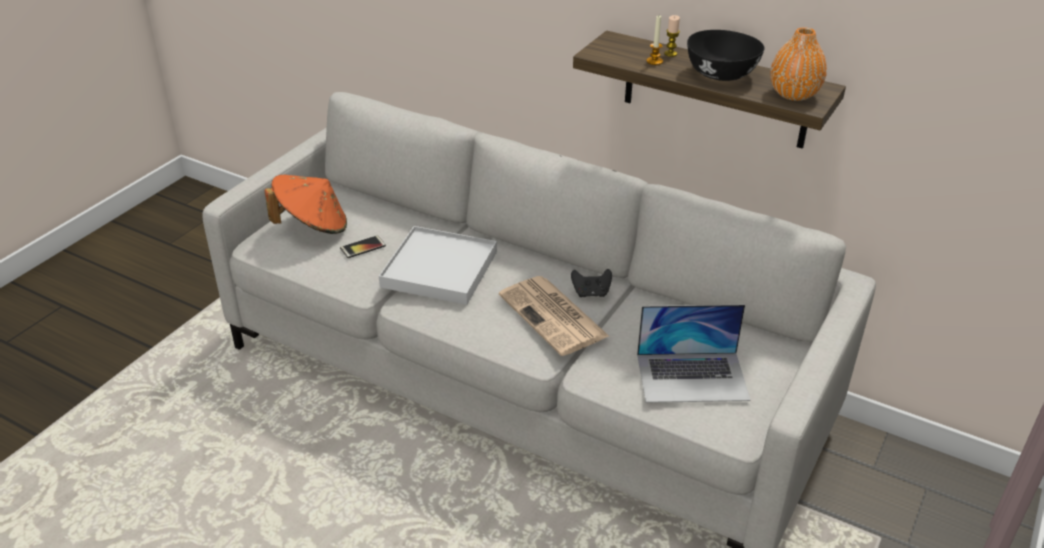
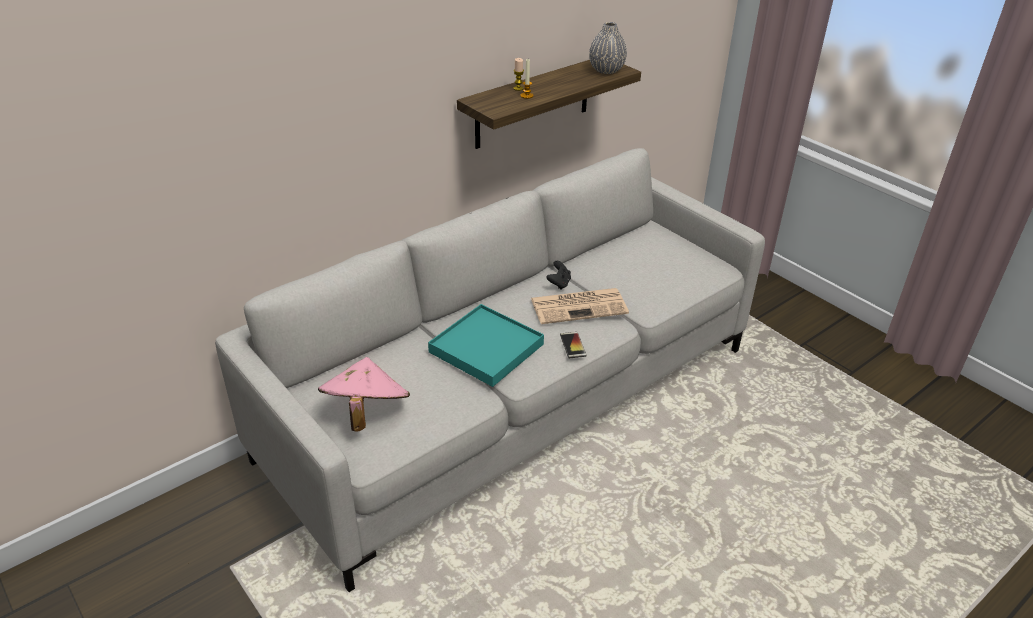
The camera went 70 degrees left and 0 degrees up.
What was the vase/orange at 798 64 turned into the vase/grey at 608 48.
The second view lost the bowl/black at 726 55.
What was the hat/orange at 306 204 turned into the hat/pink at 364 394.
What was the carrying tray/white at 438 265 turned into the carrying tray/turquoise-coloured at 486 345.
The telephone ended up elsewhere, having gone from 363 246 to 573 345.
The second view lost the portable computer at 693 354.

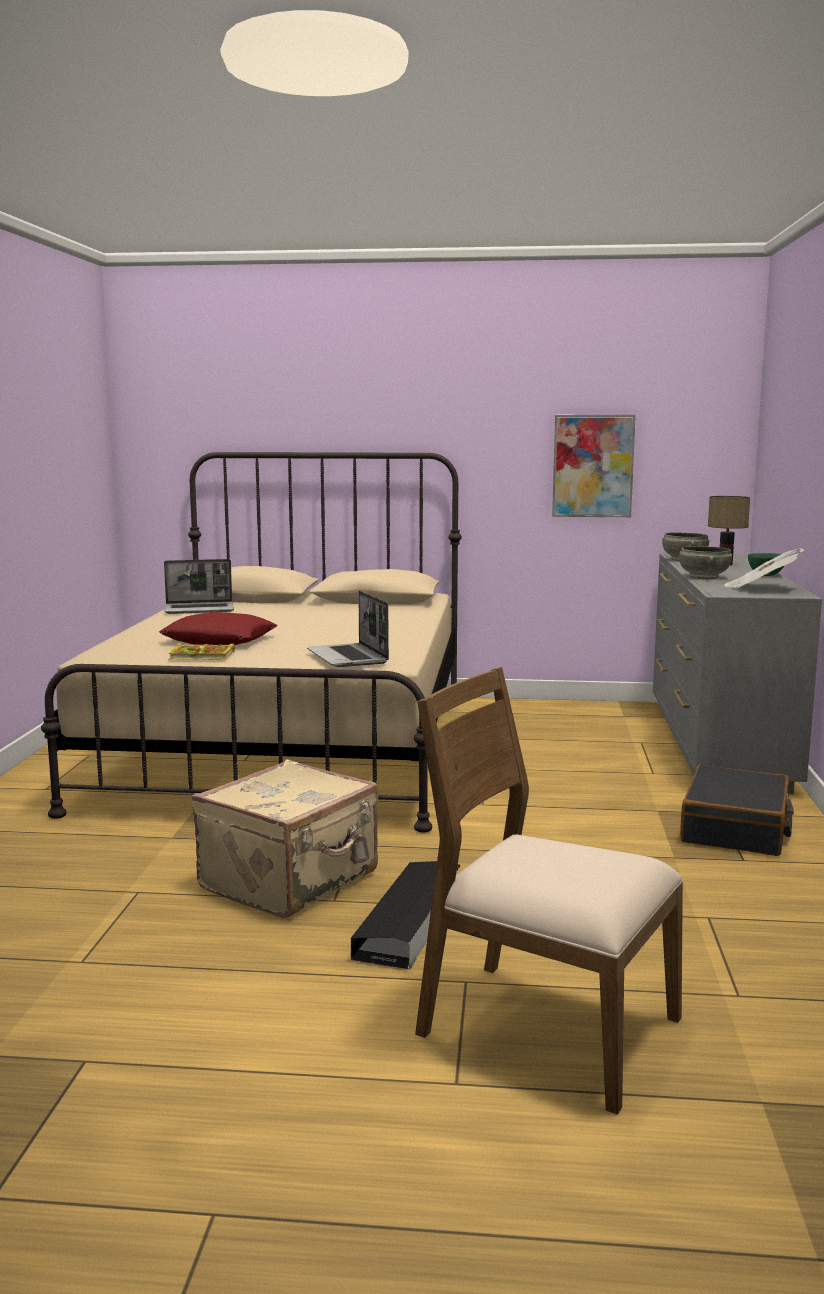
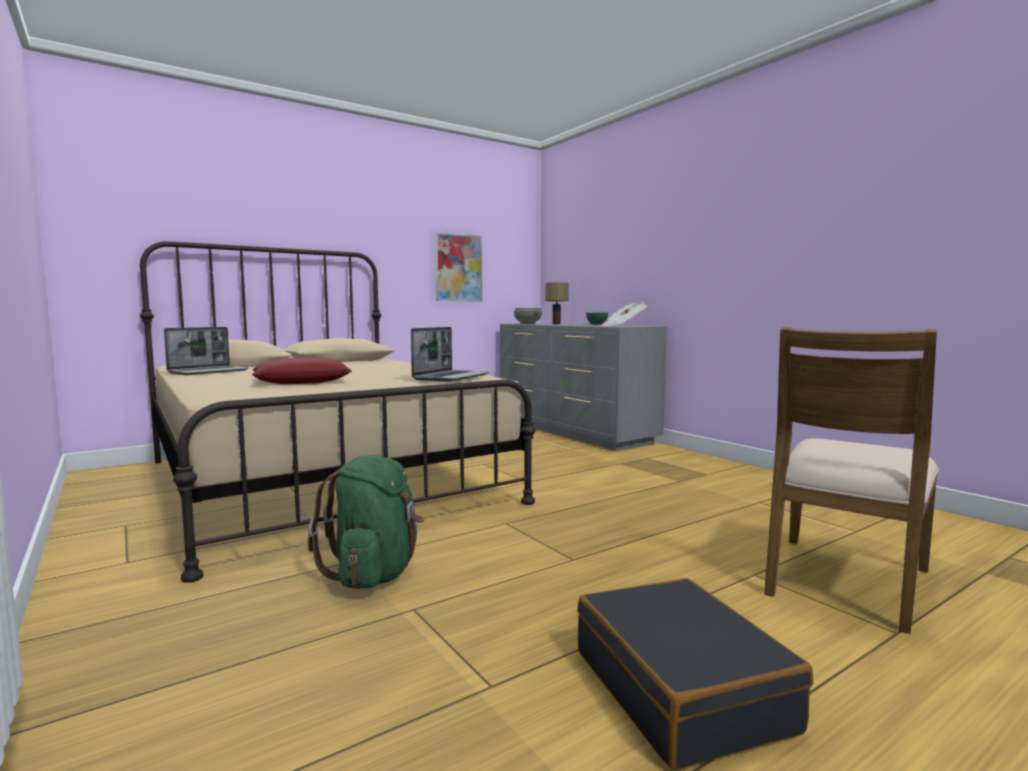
The camera went 40 degrees left and 5 degrees down.
The second view lost the bowl/grey at 705 562.
The portable computer at 348 629 ended up facing another way, 90 degrees counterclockwise from before.
The second view lost the volume at 202 651.
The chair/brown at 549 891 ended up facing another way, 45 degrees counterclockwise from before.
The second view lost the piece of luggage/beige-coloured at 285 839.
The piece of luggage/black ended up elsewhere, having gone from 737 810 to 695 674.
The second view lost the storage container/black at 406 915.
The second view gained the rucksack/green-coloured at 366 522.

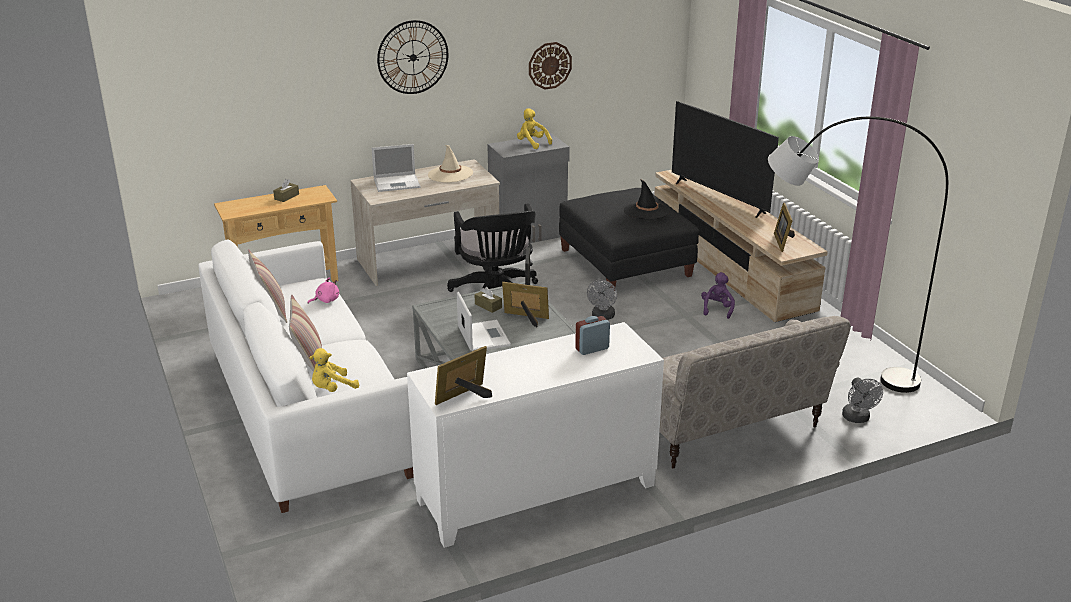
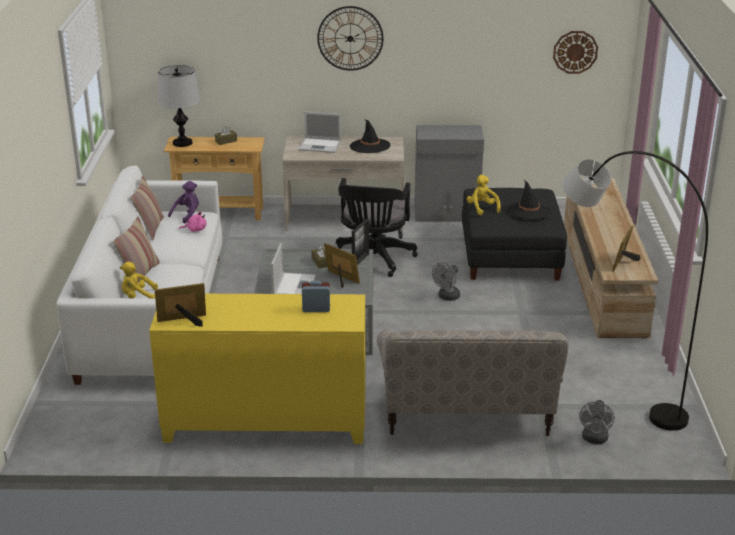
The camera went 25 degrees right and 0 degrees up.
The wall clock ended up elsewhere, having gone from 550 65 to 575 52.
The second view lost the television at 725 159.
The plush toy/yellow-coloured ended up elsewhere, having gone from 534 128 to 484 195.
What was the hat/beige-coloured at 450 164 turned into the hat/black at 370 136.
The plush toy/purplish ended up elsewhere, having gone from 718 295 to 183 202.
What was the cabinet/white at 535 435 turned into the cabinet/yellow-coloured at 257 369.
The second view gained the tabletop lamp at 179 106.

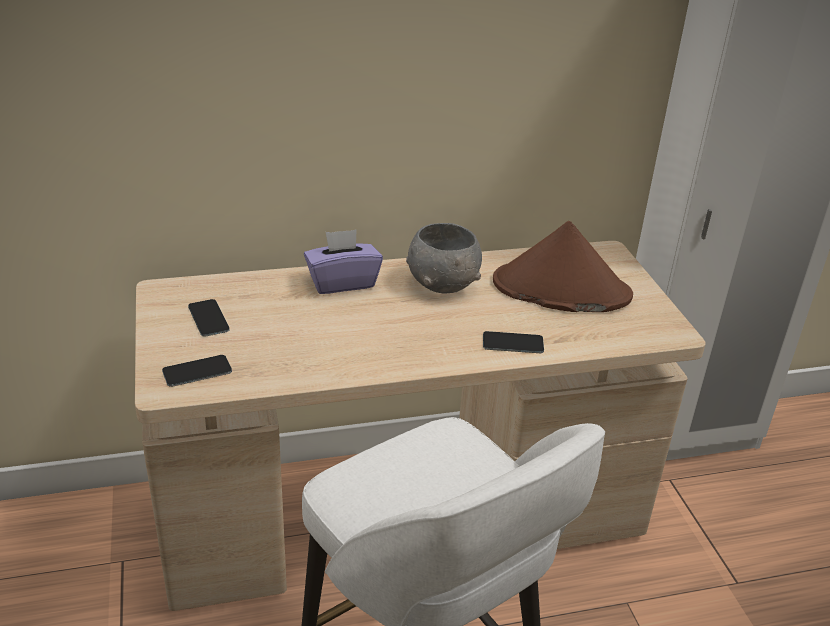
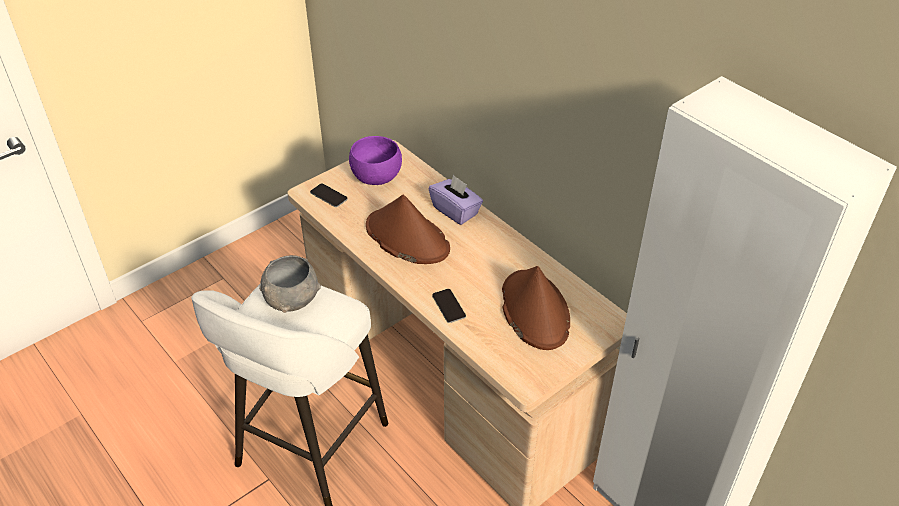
The camera went 65 degrees right and 10 degrees up.
The bowl/grey ended up elsewhere, having gone from 444 258 to 290 284.
Where the telephone stood at 209 318, the bowl/purplish came to stand at 375 160.
The second view gained the hat/brown at 408 229.

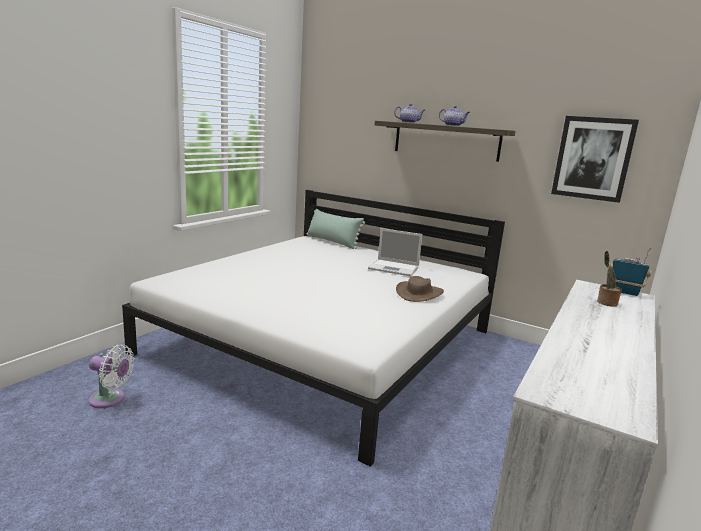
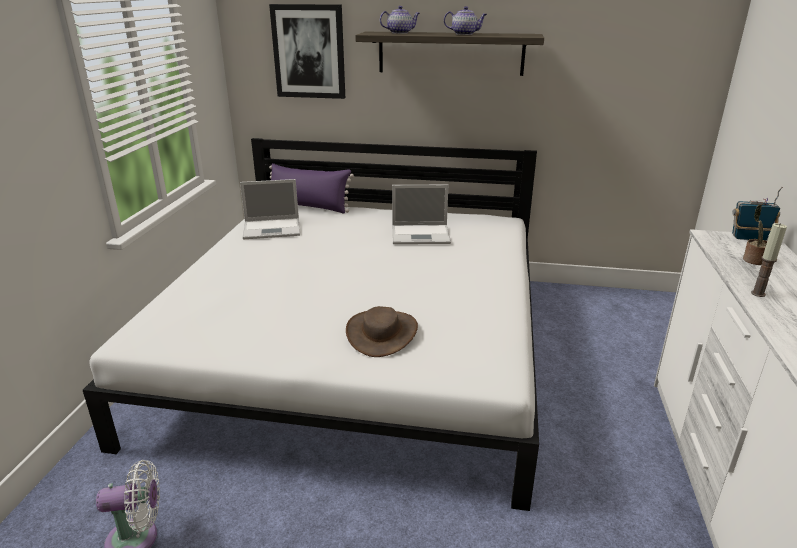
The camera went 20 degrees left and 10 degrees up.
The picture ended up elsewhere, having gone from 595 159 to 307 51.
What was the pillow/green-coloured at 336 229 turned into the pillow/purplish at 311 188.
The hat/brown ended up elsewhere, having gone from 420 289 to 382 331.
The second view gained the portable computer at 270 209.
The second view gained the wax light at 769 260.

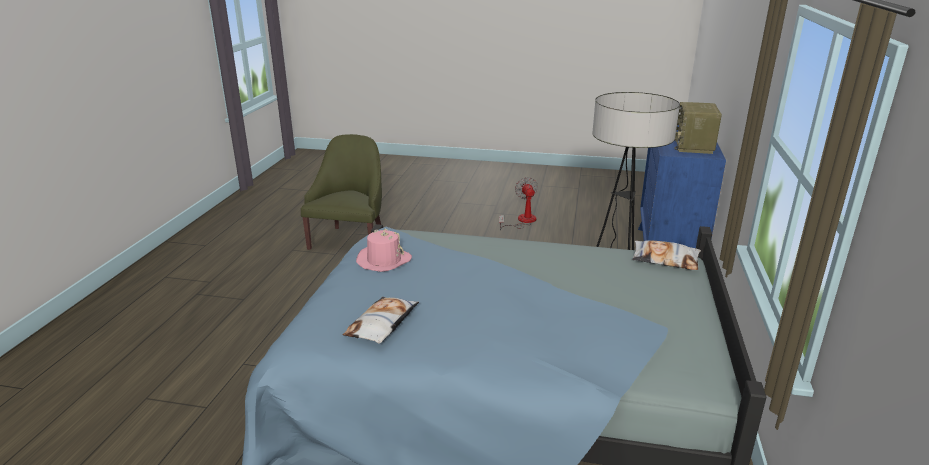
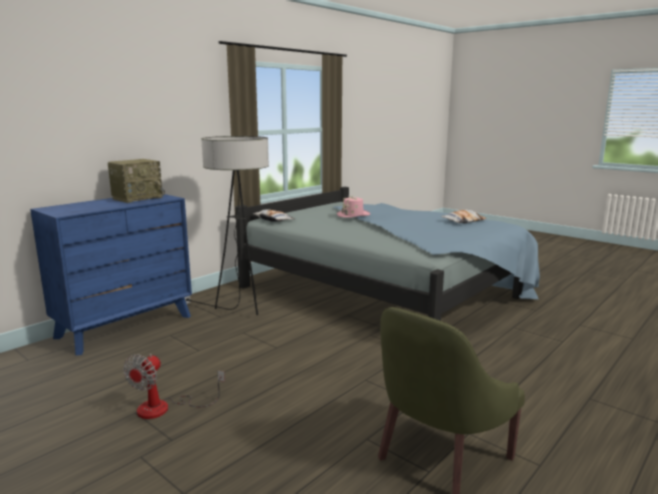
The camera went 150 degrees left and 10 degrees down.
The hat/pink ended up elsewhere, having gone from 384 250 to 353 206.

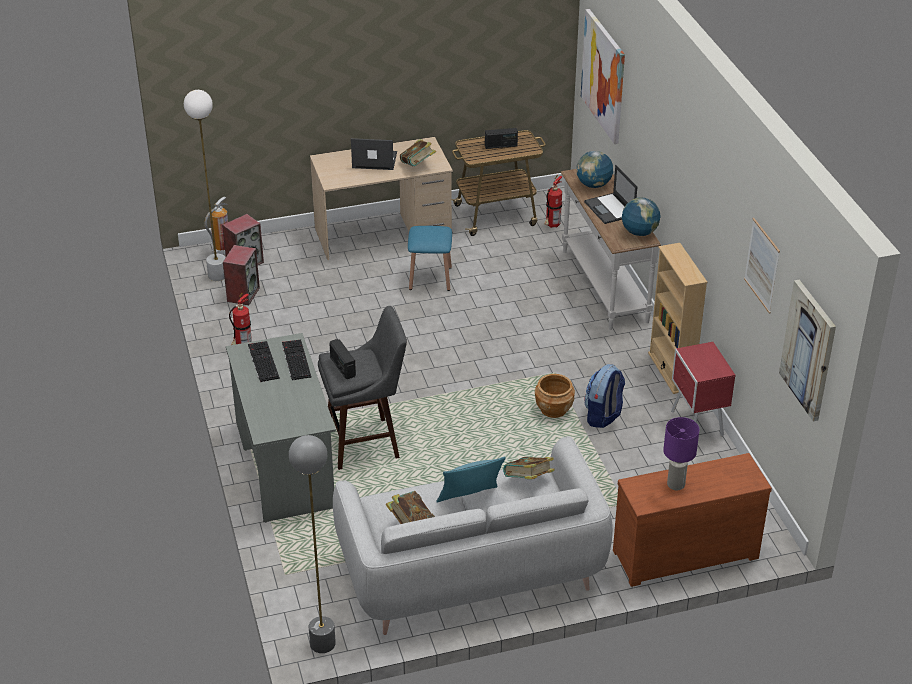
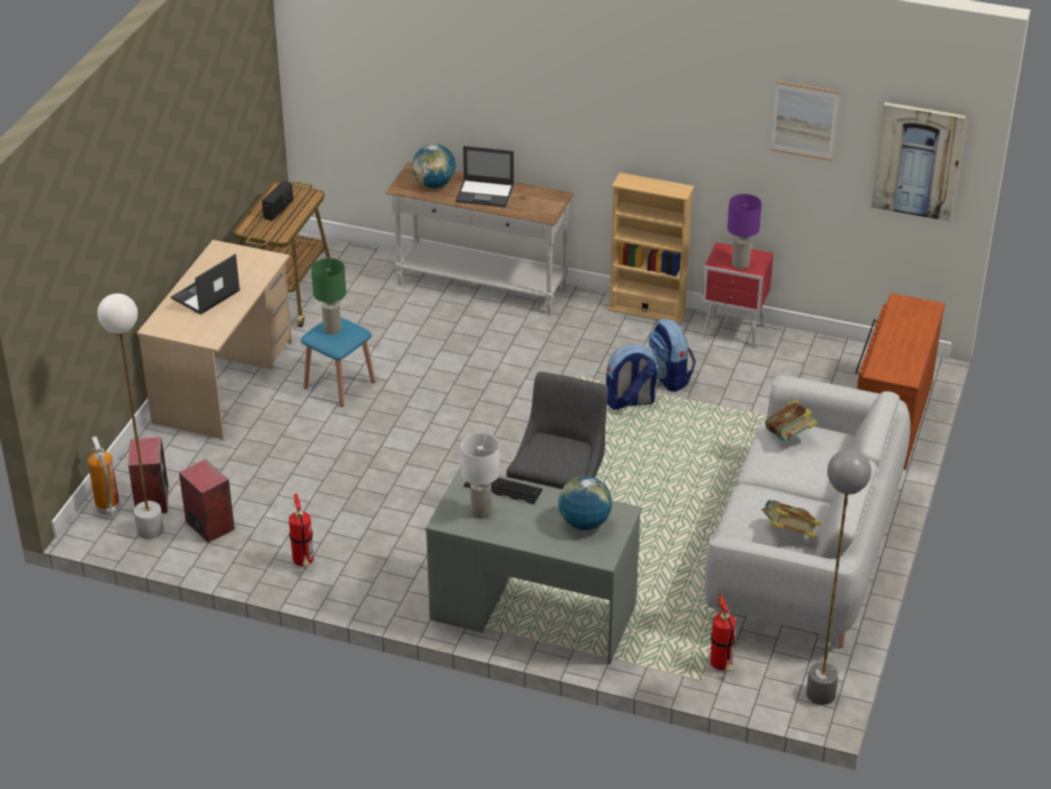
The camera went 55 degrees left and 0 degrees up.
The second view lost the picture at 603 76.
The second view lost the volume at 418 152.
The extinguisher ended up elsewhere, having gone from 553 201 to 723 633.
The world globe ended up elsewhere, having gone from 641 216 to 585 503.
The second view lost the radio set at 342 359.
Where the PC keyboard stood at 264 361, the tabletop lamp/white came to stand at 480 475.
Where the plant pot/brown stood at 555 396, the rucksack came to stand at 631 377.
The tabletop lamp/purplish ended up elsewhere, having gone from 681 453 to 744 231.
The second view lost the pillow/turquoise-coloured at 470 479.
The second view gained the tabletop lamp/green-coloured at 328 296.

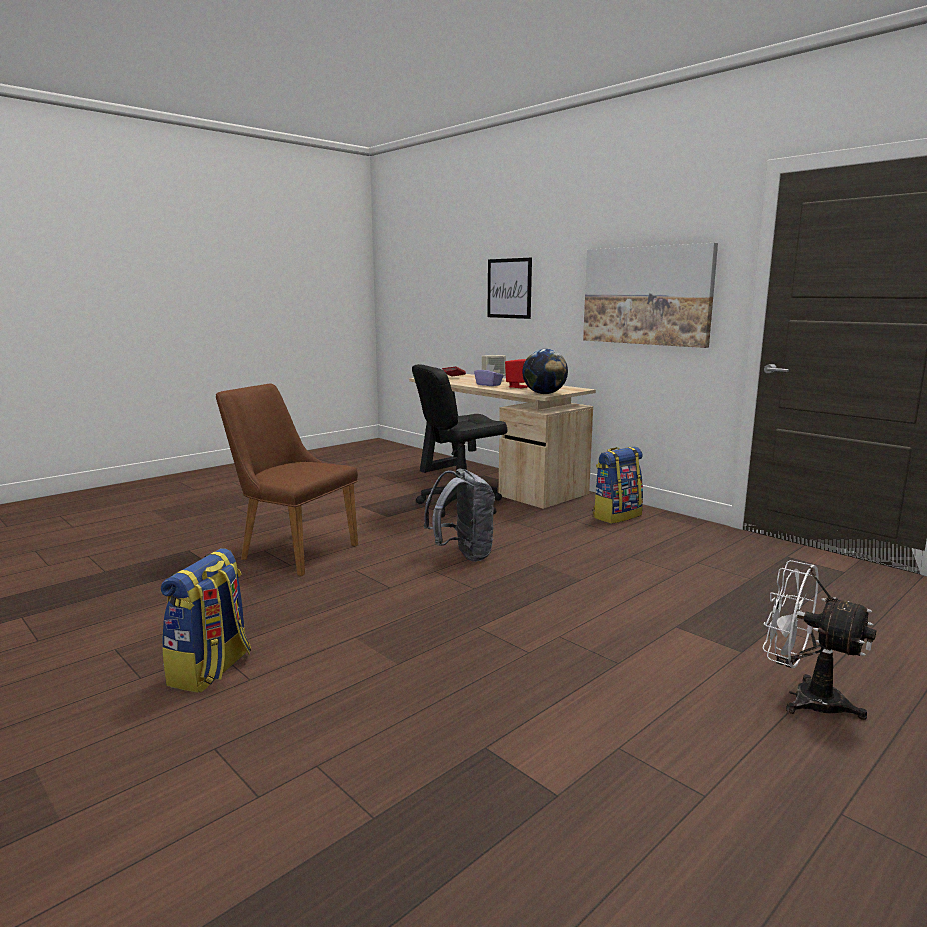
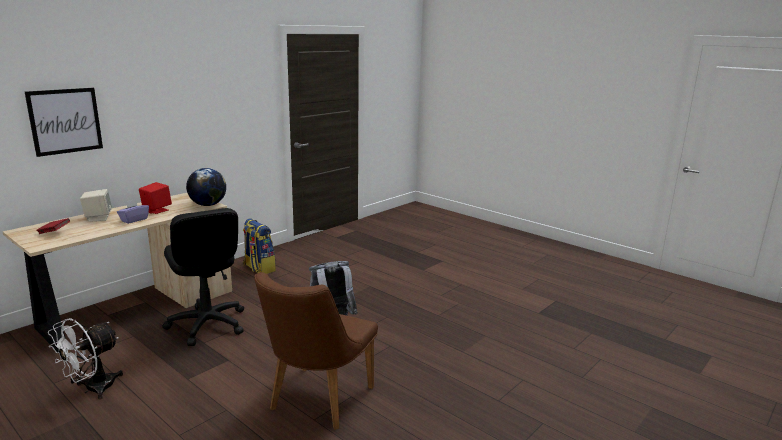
The camera went 95 degrees left and 5 degrees up.
The second view lost the picture at 650 295.
The second view lost the rucksack at 206 620.
The electric fan/white ended up elsewhere, having gone from 819 640 to 85 358.

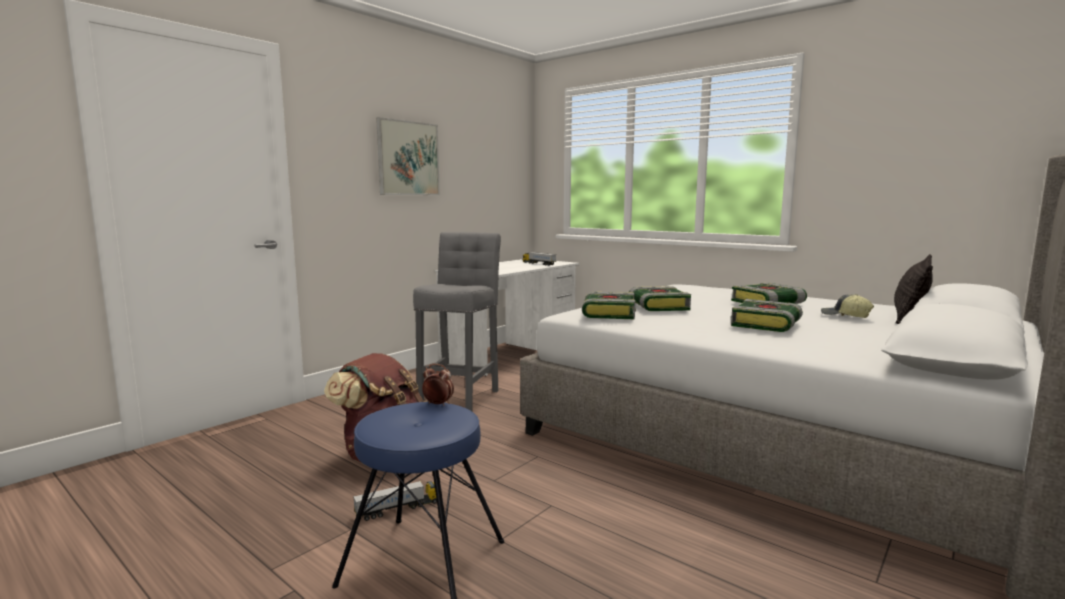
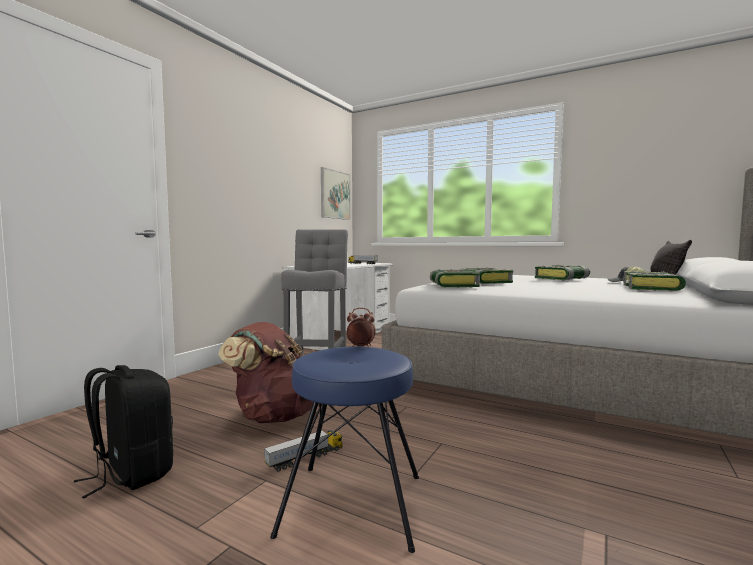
The camera went 10 degrees left and 5 degrees down.
The picture ended up elsewhere, having gone from 408 156 to 336 193.
The volume ended up elsewhere, having gone from 767 315 to 654 281.
The second view gained the rucksack/black at 123 431.

